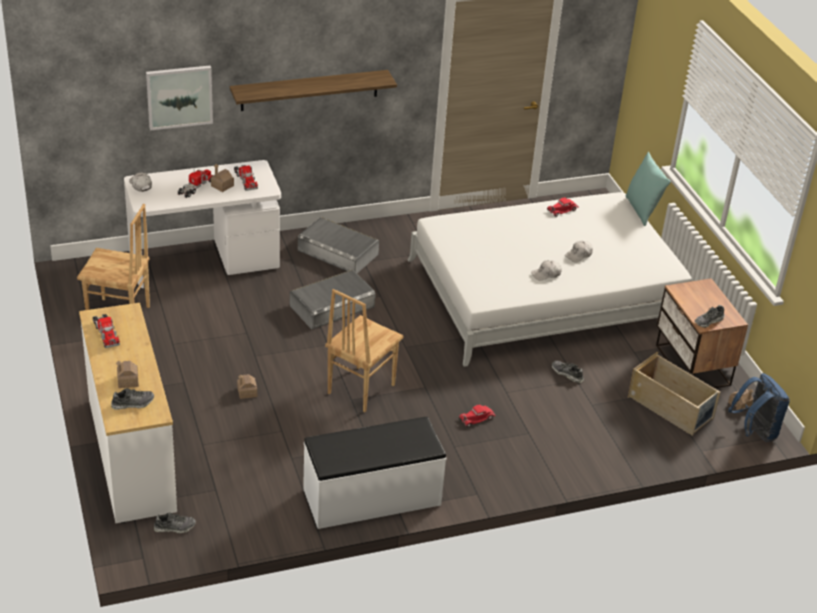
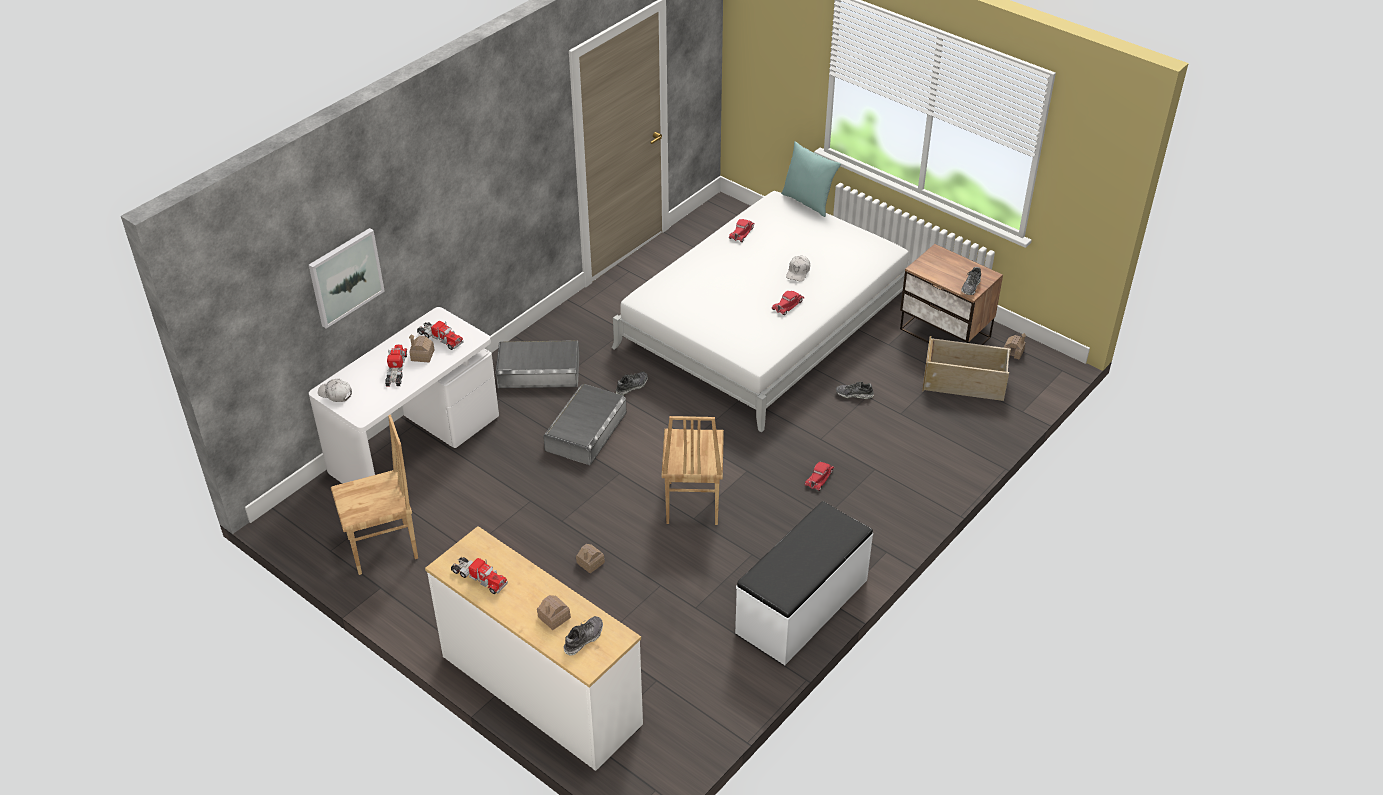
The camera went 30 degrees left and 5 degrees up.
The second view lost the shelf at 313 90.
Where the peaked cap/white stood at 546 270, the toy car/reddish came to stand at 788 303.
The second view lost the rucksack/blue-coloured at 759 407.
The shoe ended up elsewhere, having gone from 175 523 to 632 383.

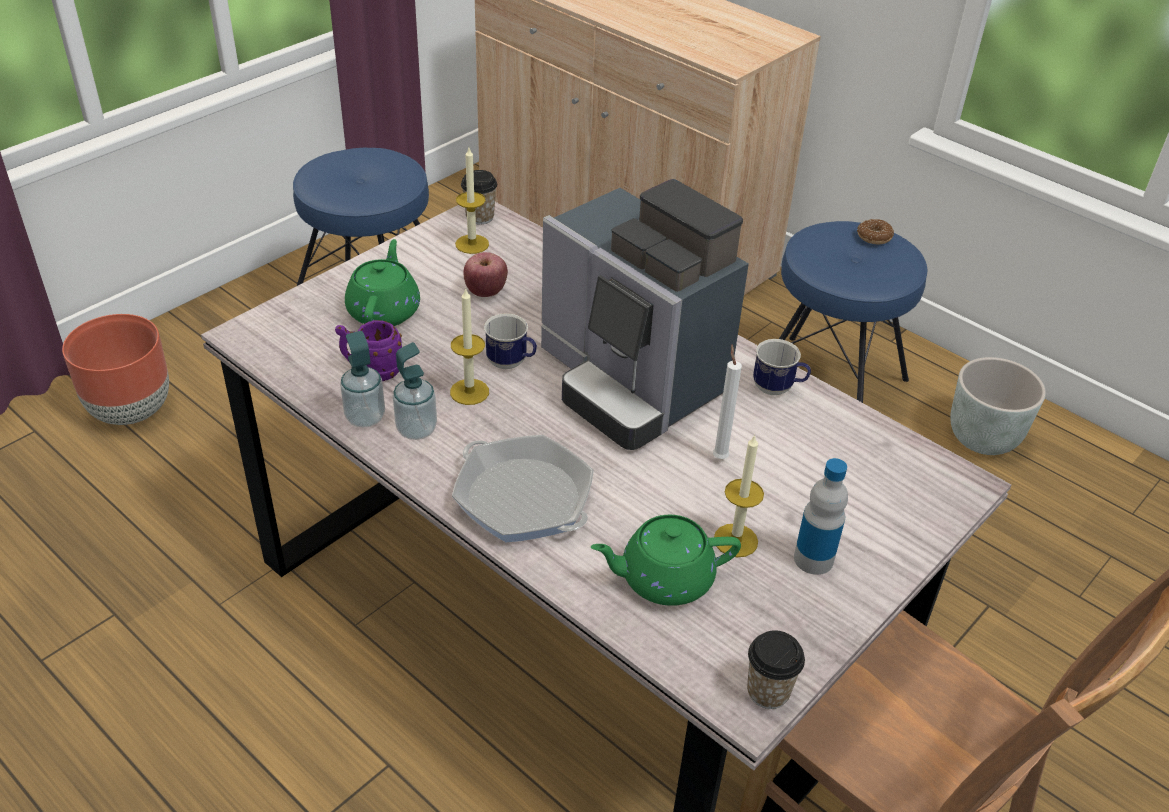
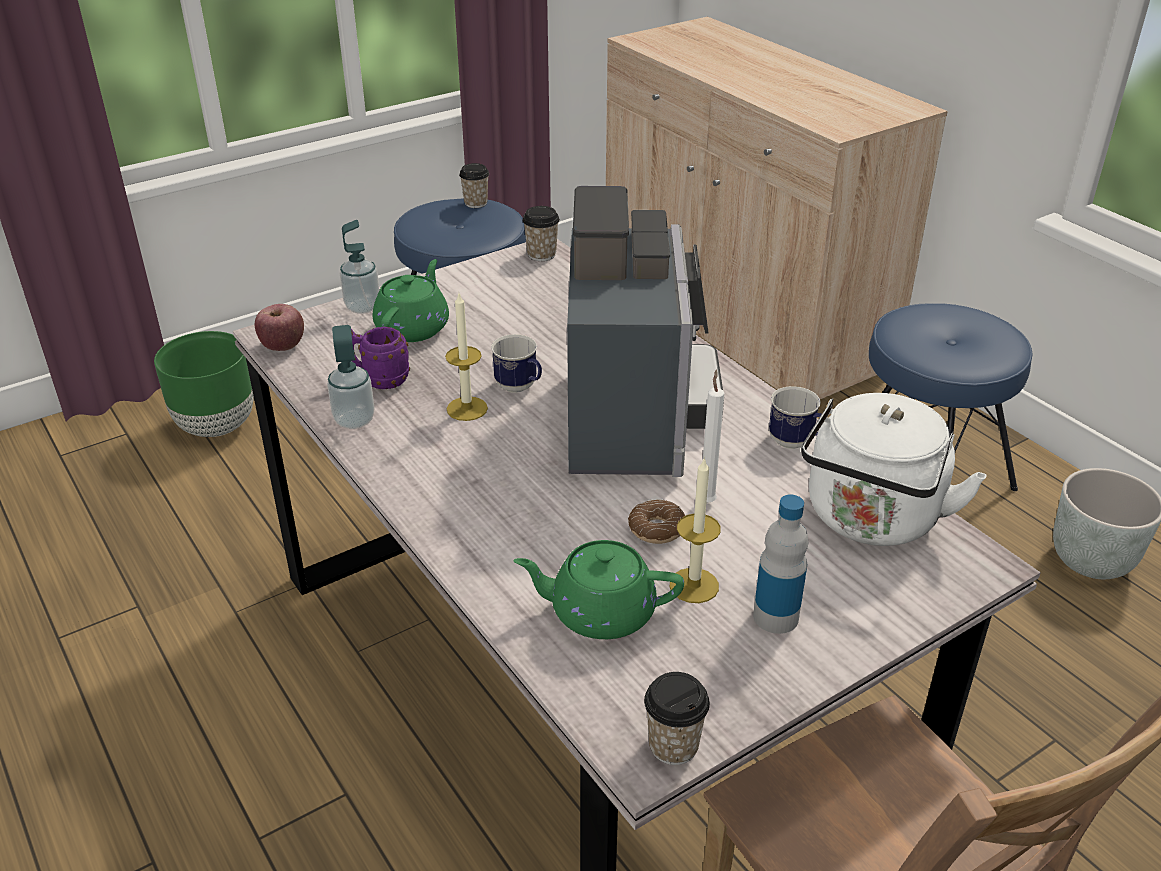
The camera went 15 degrees right and 5 degrees down.
The second view lost the wax light at 472 201.
The coffee machine at 645 314 ended up facing another way, 150 degrees counterclockwise from before.
The doughnut ended up elsewhere, having gone from 875 231 to 656 521.
The apple fruit ended up elsewhere, having gone from 485 274 to 279 327.
What was the plant pot/brown at 115 369 turned into the plant pot/green-coloured at 204 384.
The soap dispenser ended up elsewhere, having gone from 415 391 to 360 267.
The second view lost the frying pan at 523 488.
The second view gained the small cup at 474 185.
The second view gained the tea kettle/white at 894 469.

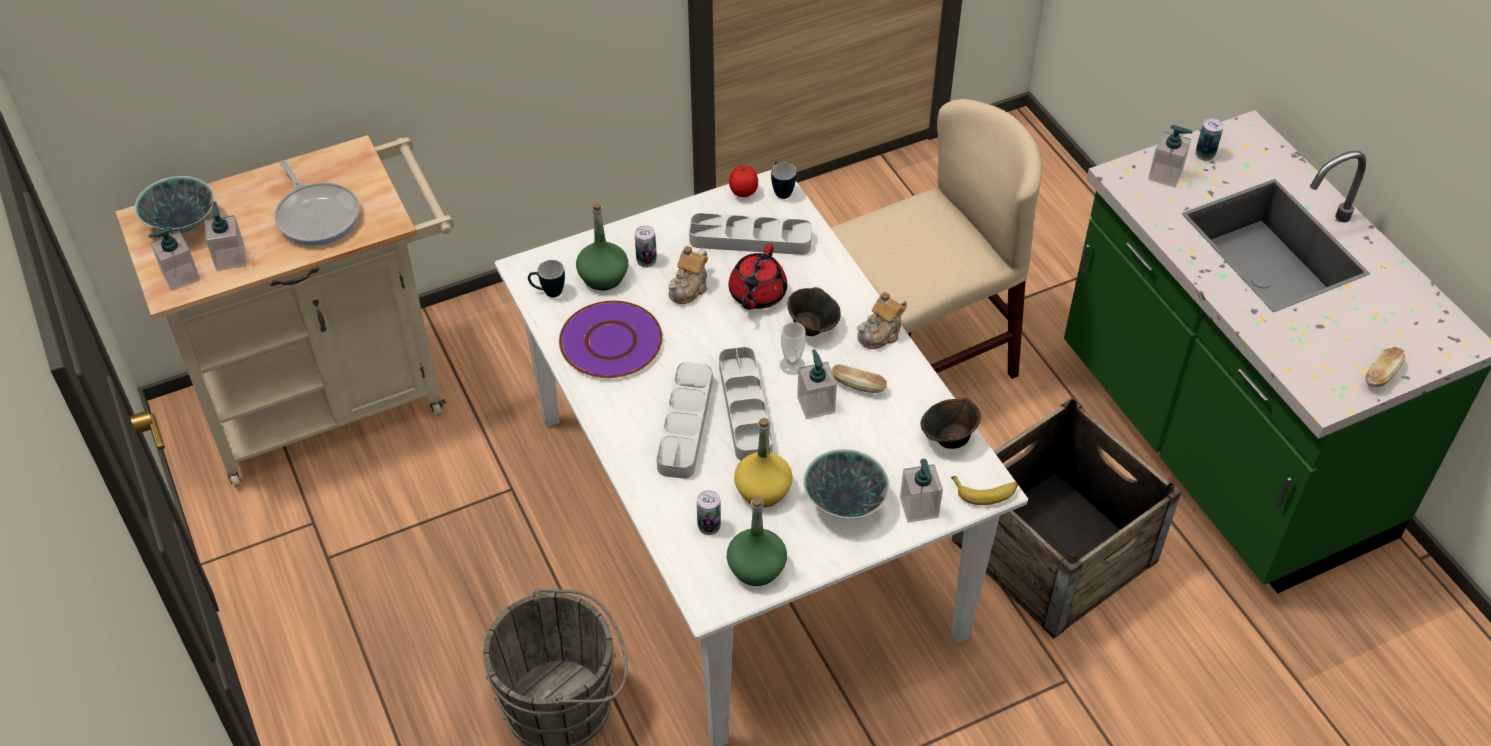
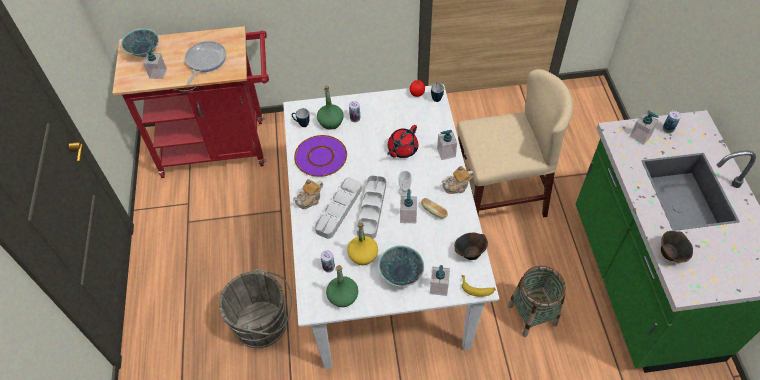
The camera went 20 degrees right and 5 degrees up.
What was the wheeled cart/beige-coloured at 284 311 turned into the wheeled cart/reddish at 190 102.
The frying pan at 317 203 ended up facing another way, 150 degrees counterclockwise from before.
The second view lost the carrying tray/grey at 750 234.
The soap dispenser ended up elsewhere, having gone from 174 258 to 447 145.
The teapot ended up elsewhere, having gone from 688 275 to 308 194.
The bowl/brown ended up elsewhere, having gone from 814 311 to 677 247.
The second view lost the bakery bread at 1385 367.
Where the shipping crate stood at 1066 518, the basket came to stand at 537 301.

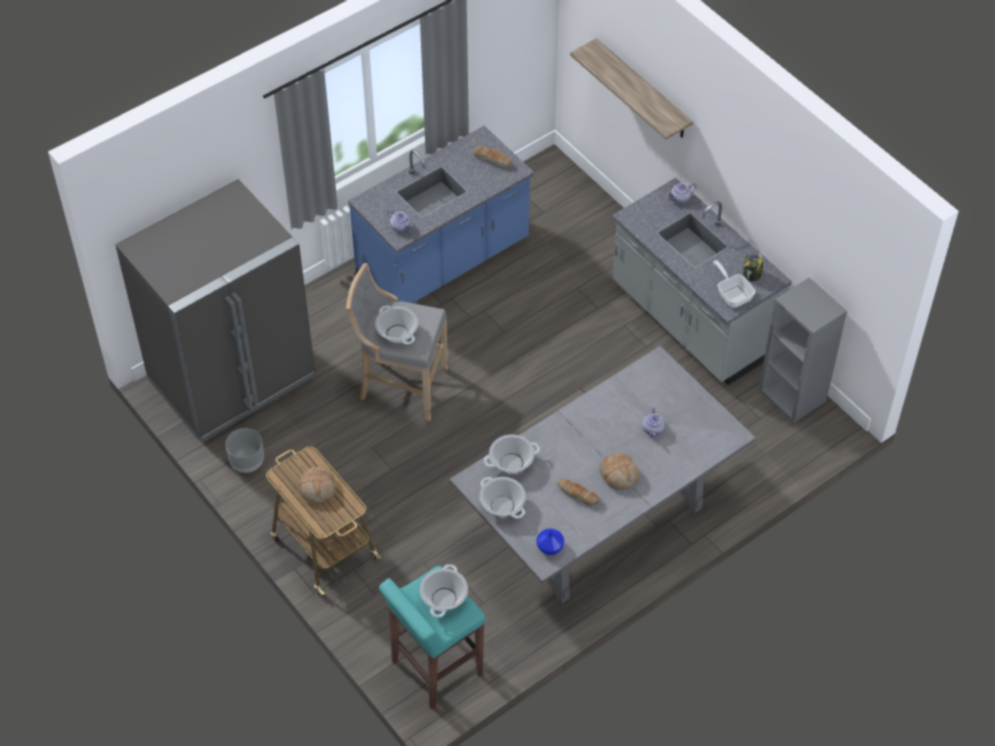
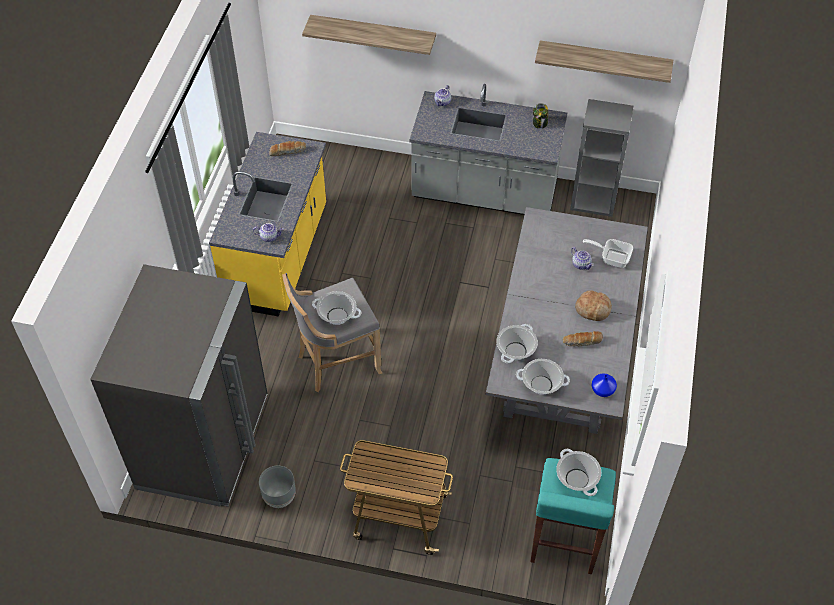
The camera went 40 degrees left and 0 degrees up.
What was the kitchen base unit/blue-coloured at 441 214 turned into the kitchen base unit/yellow-coloured at 267 224.
The frying pan ended up elsewhere, having gone from 734 284 to 608 253.
The second view lost the bakery bread at 318 485.
The second view gained the shelf at 604 61.

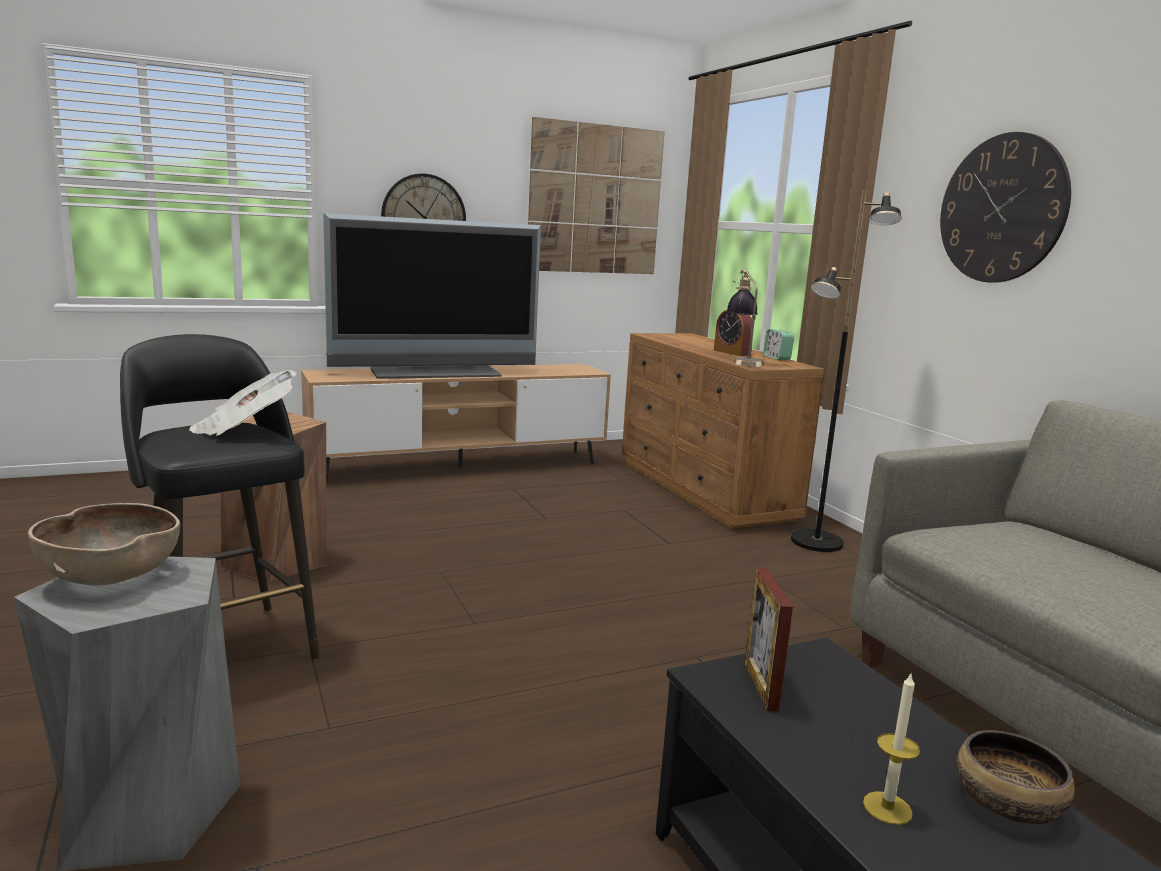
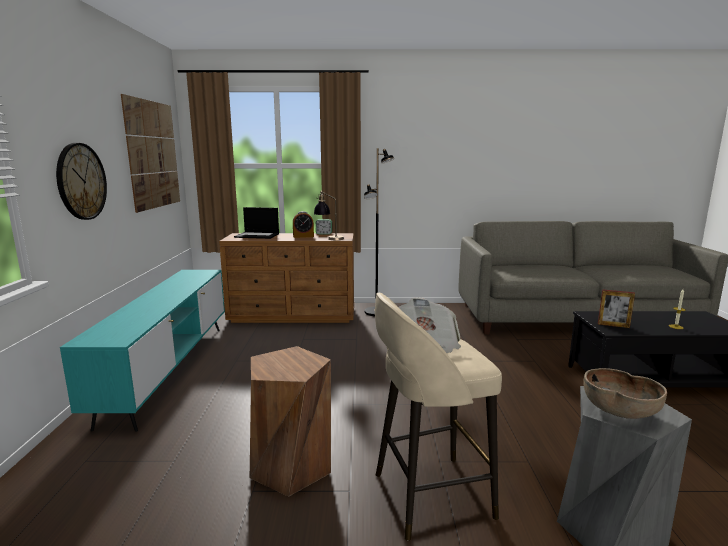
The camera went 65 degrees left and 0 degrees up.
The second view lost the wall clock at 1005 207.
The second view lost the television at 432 296.
What was the stool seat/black at 219 497 turned into the stool seat/beige-coloured at 438 416.
What was the tv unit/brown at 456 424 turned into the tv unit/turquoise-coloured at 142 351.
The second view lost the bowl at 1015 777.
The second view gained the portable computer at 256 223.

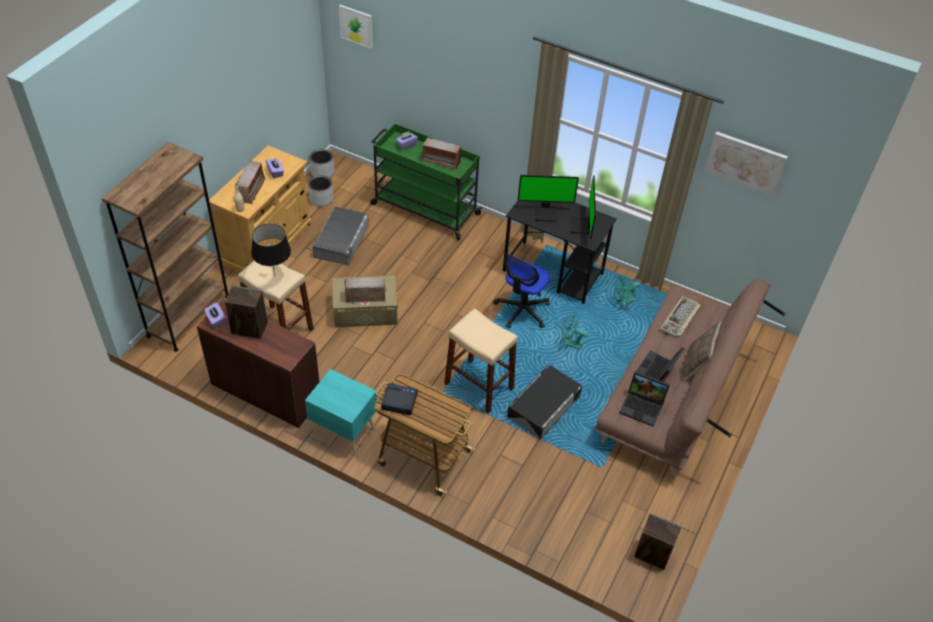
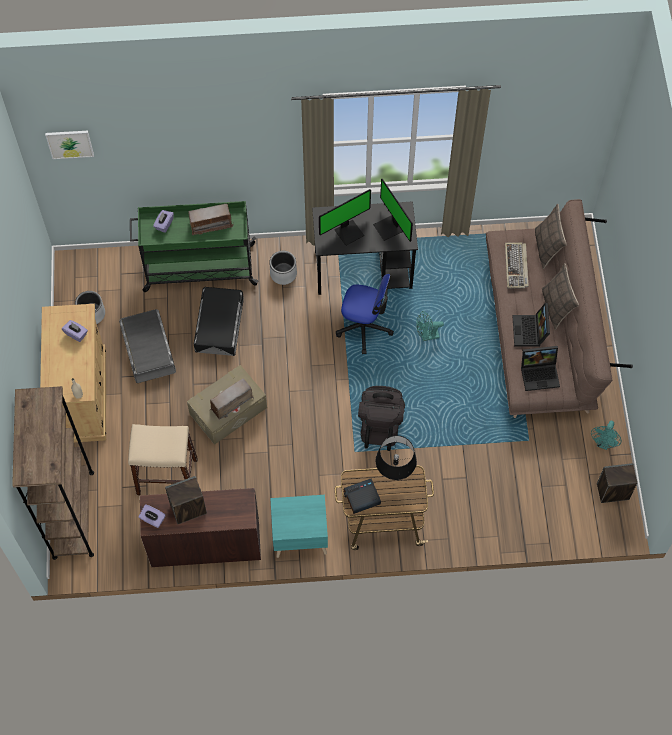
The camera went 30 degrees left and 15 degrees up.
The second view lost the picture at 746 164.
The plant pot/grey ended up elsewhere, having gone from 322 163 to 283 268.
The second view lost the radio set at 250 182.
The tabletop lamp/black ended up elsewhere, having gone from 271 250 to 396 457.
The computer chair at 522 291 ended up facing another way, 75 degrees counterclockwise from before.
The electric fan/turquoise-coloured ended up elsewhere, having gone from 627 291 to 606 435.
Where the stool seat/beige-coloured stood at 481 361, the rucksack/black came to stand at 381 418.
The storage container/black ended up elsewhere, having gone from 544 402 to 219 321.
The second view gained the pillow at 551 236.

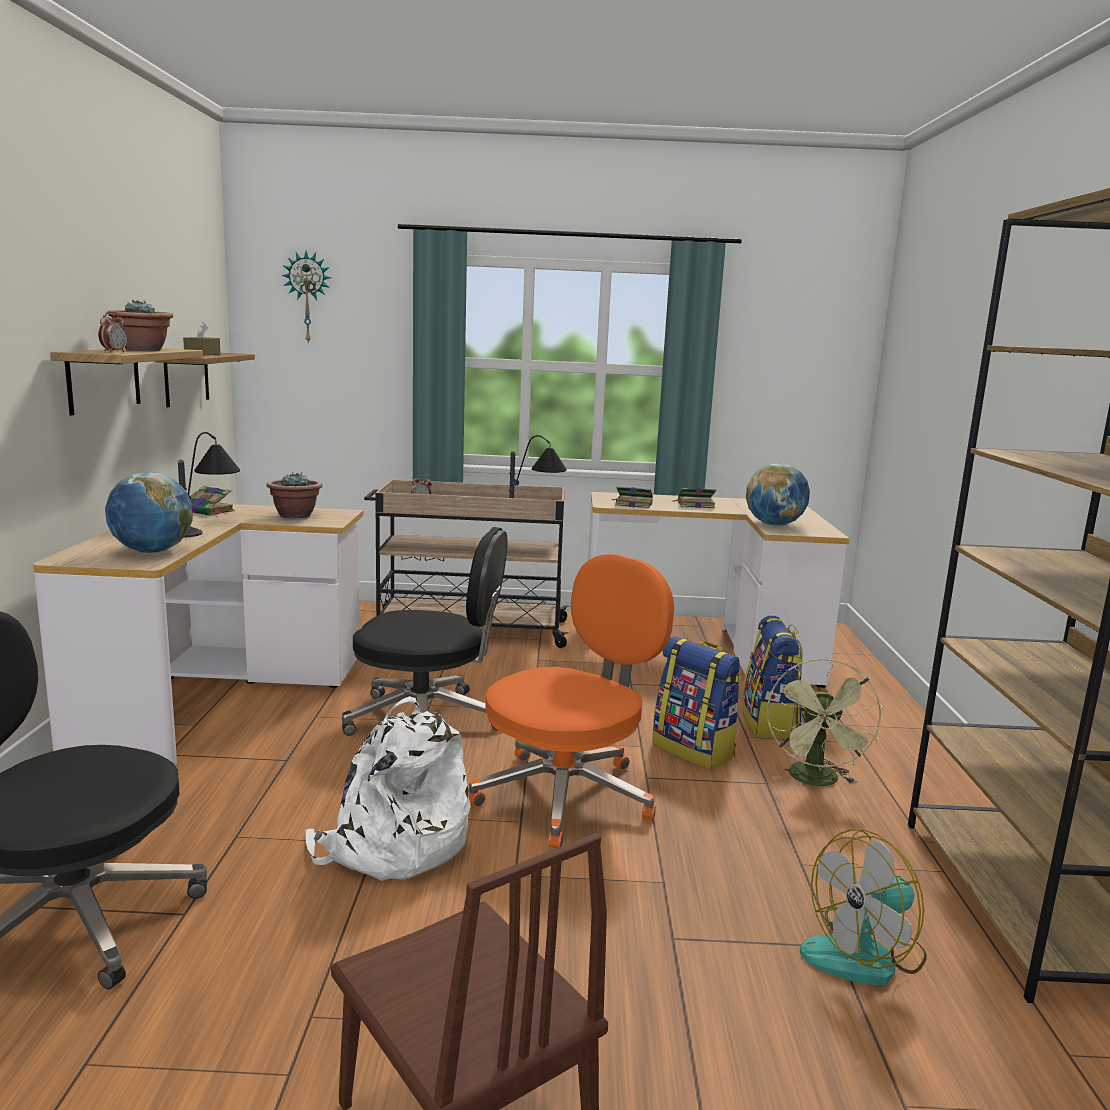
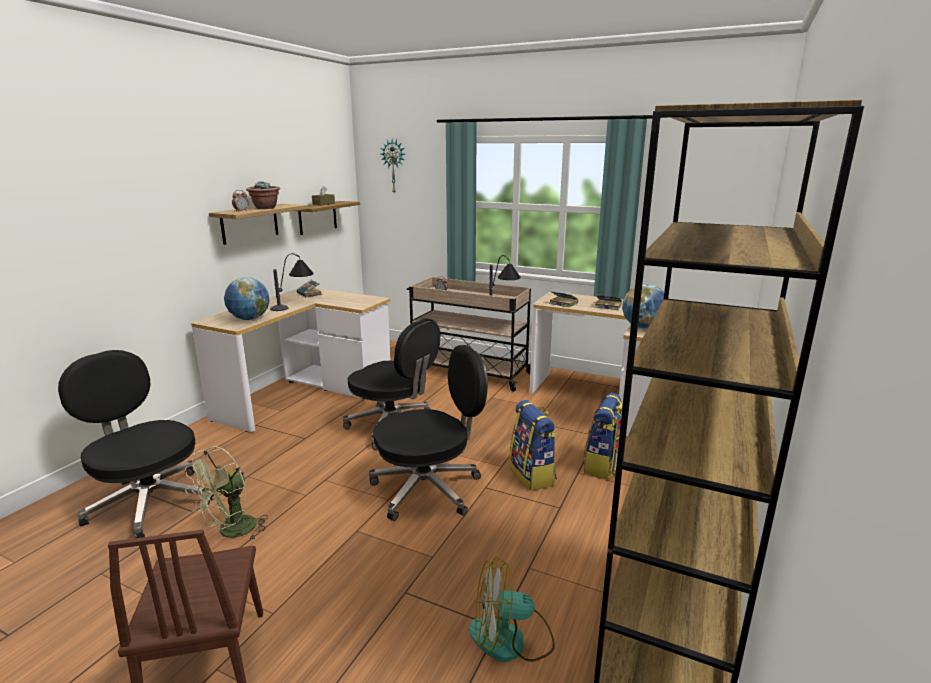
The camera went 25 degrees right and 5 degrees up.
The second view lost the potted plant at 294 495.
What was the computer chair/orange at 571 701 turned into the computer chair/black at 428 433.
The electric fan/green-coloured ended up elsewhere, having gone from 825 722 to 226 493.
The second view lost the rucksack/white at 387 788.

